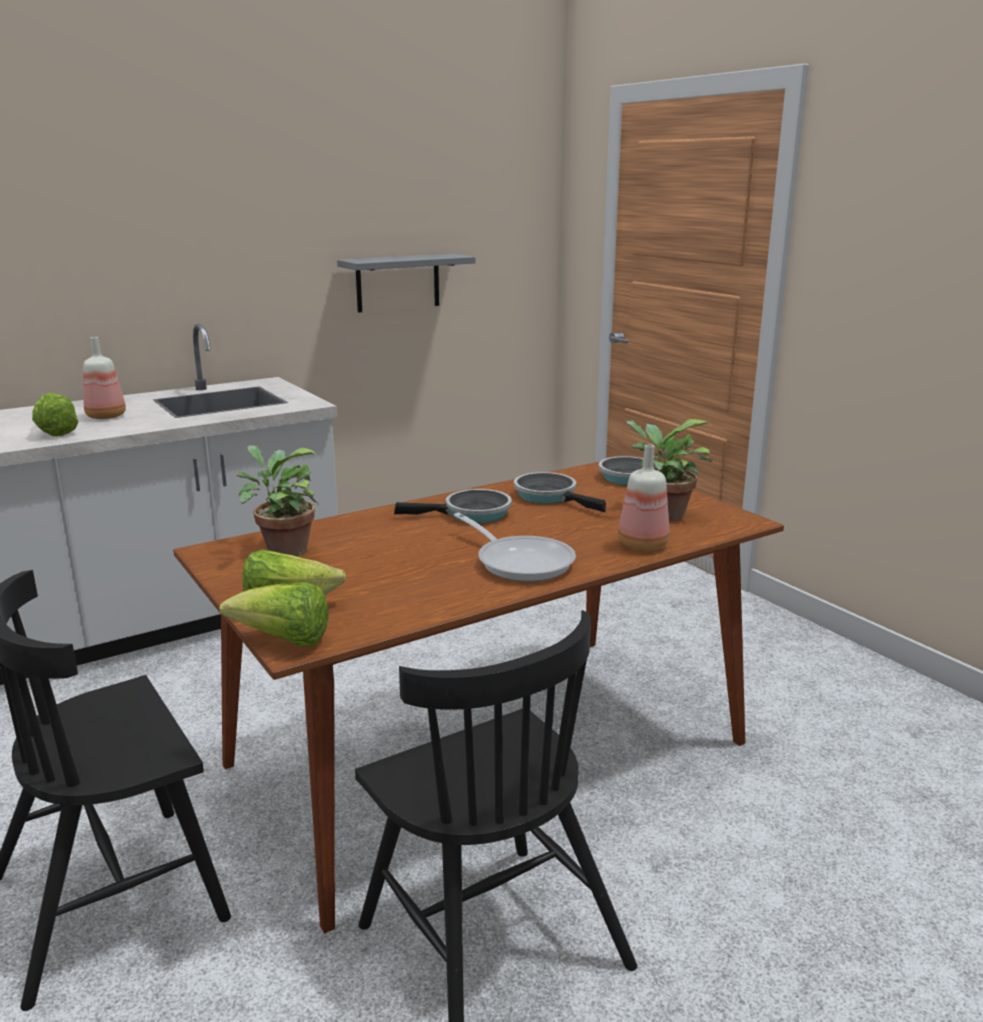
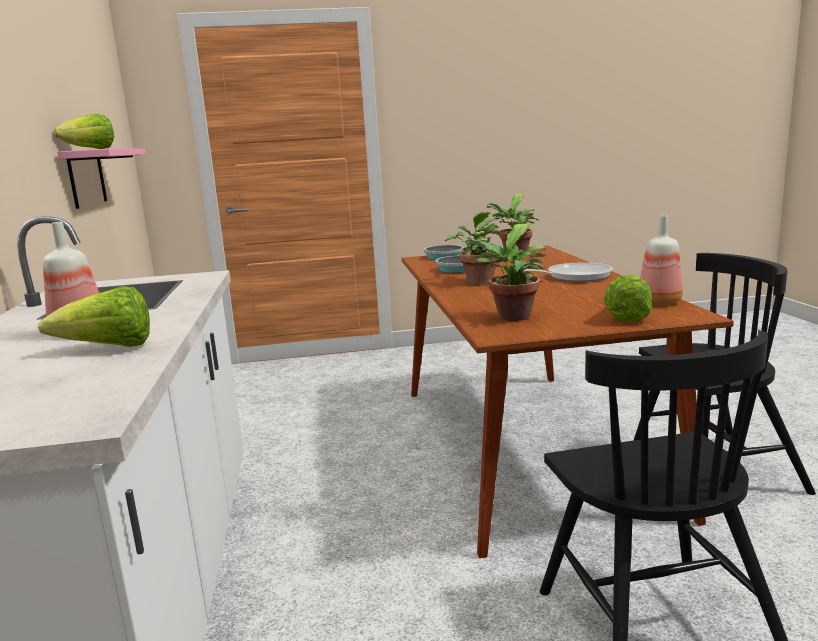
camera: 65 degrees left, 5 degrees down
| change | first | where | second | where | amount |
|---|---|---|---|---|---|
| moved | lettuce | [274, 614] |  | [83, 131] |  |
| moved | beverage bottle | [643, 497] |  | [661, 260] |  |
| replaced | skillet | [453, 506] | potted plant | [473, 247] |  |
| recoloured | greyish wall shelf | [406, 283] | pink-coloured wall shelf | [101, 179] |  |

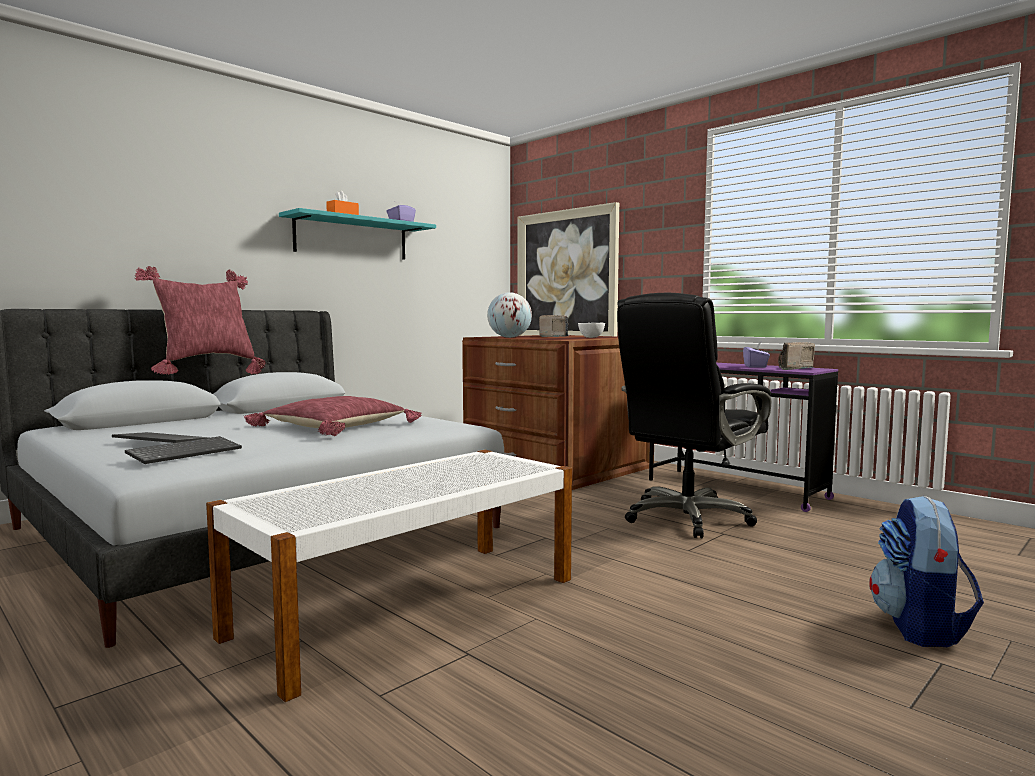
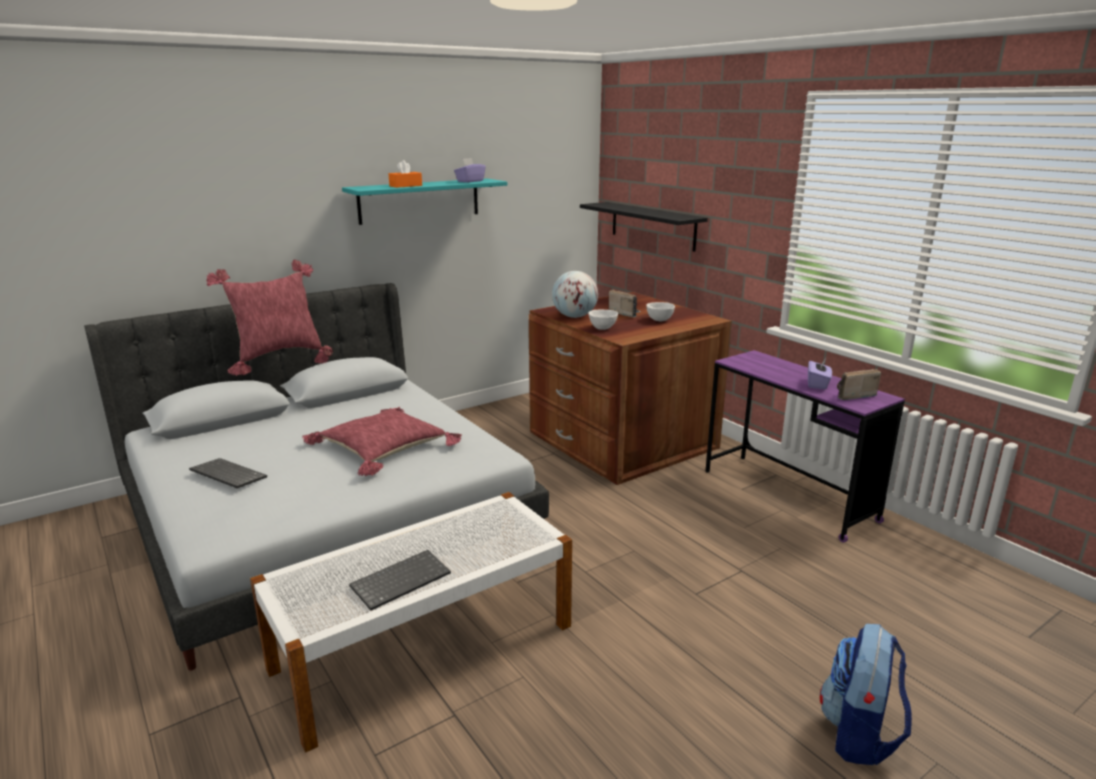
camera: 10 degrees right, 15 degrees up
| change | first | where | second | where | amount |
|---|---|---|---|---|---|
| removed | black-coloured computer chair | [694, 415] |  |  |  |
| added |  |  | white bowl | [603, 320] |  |
| moved | keyboard | [183, 450] |  | [400, 580] |  |
| replaced | picture | [568, 269] | black-coloured wall shelf | [644, 227] |  |

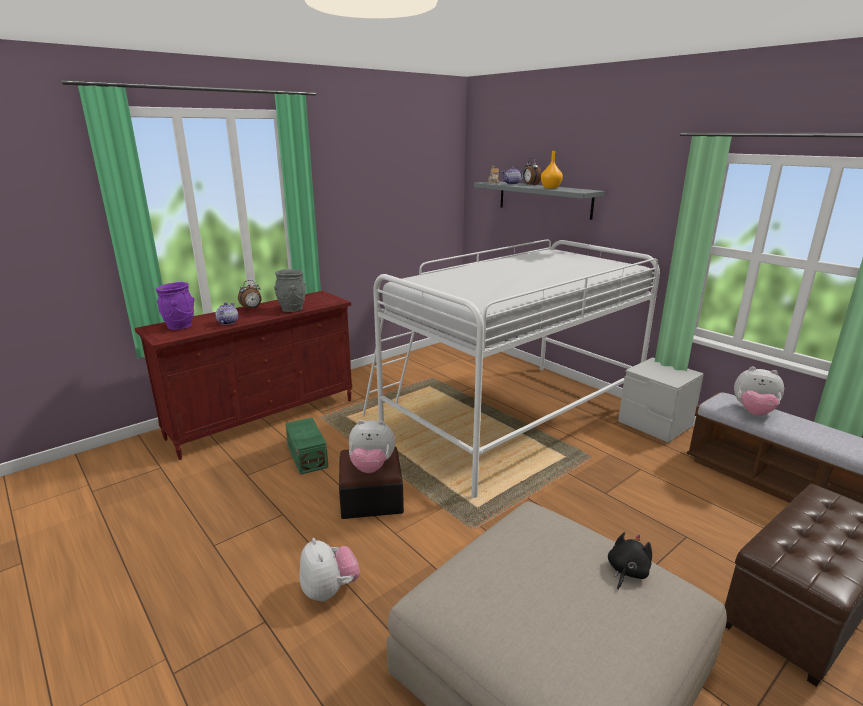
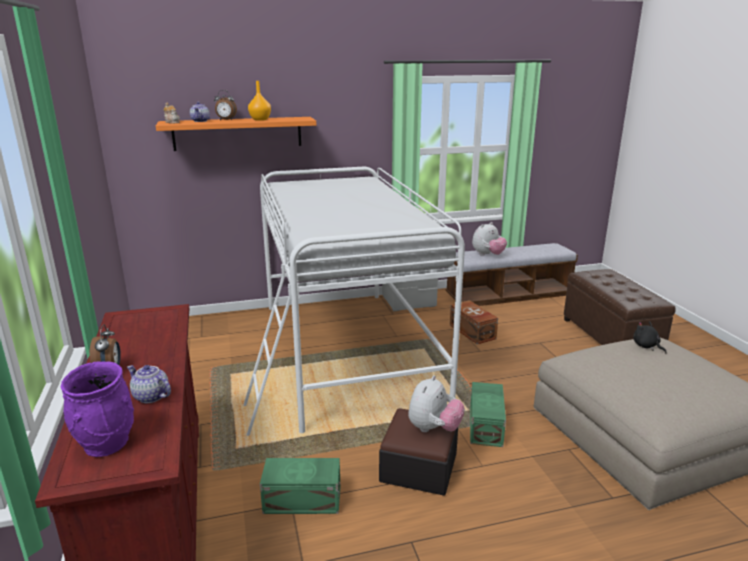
camera: 65 degrees left, 0 degrees up
| change | first | where | second | where | amount |
|---|---|---|---|---|---|
| removed | greyish flower vase | [290, 290] |  |  |  |
| removed | soft toy | [330, 570] |  |  |  |
| added |  |  | brownish storage bin | [474, 322] |  |
| added |  |  | greenish storage bin | [488, 414] |  |
| recoloured | greyish wall shelf | [539, 201] | orangey wall shelf | [236, 134] |  |

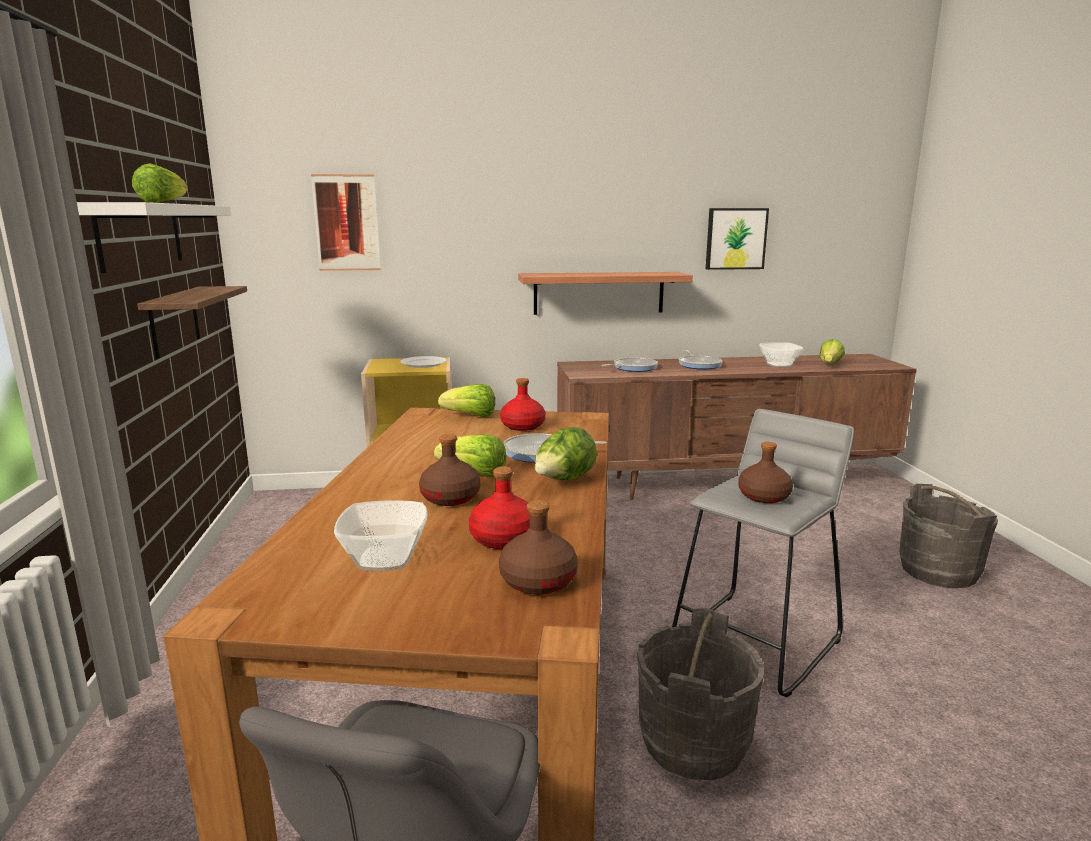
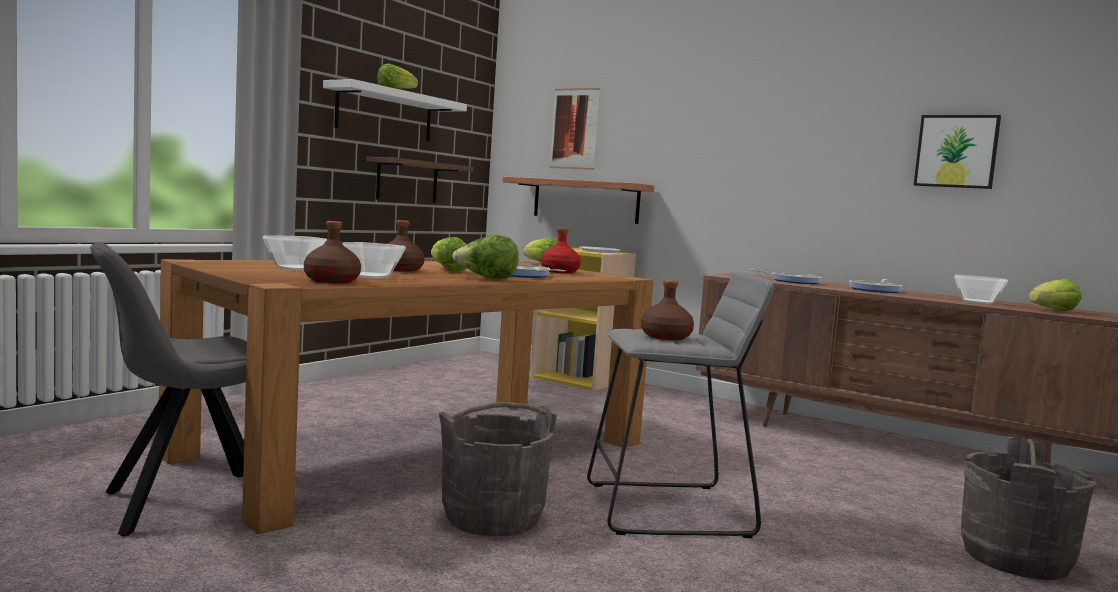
camera: 40 degrees right, 10 degrees down
| change | first | where | second | where | amount |
|---|---|---|---|---|---|
| moved | wall shelf | [605, 293] |  | [578, 200] |  |
| replaced | red-coloured beverage bottle | [499, 507] | bowl | [374, 260] |  |

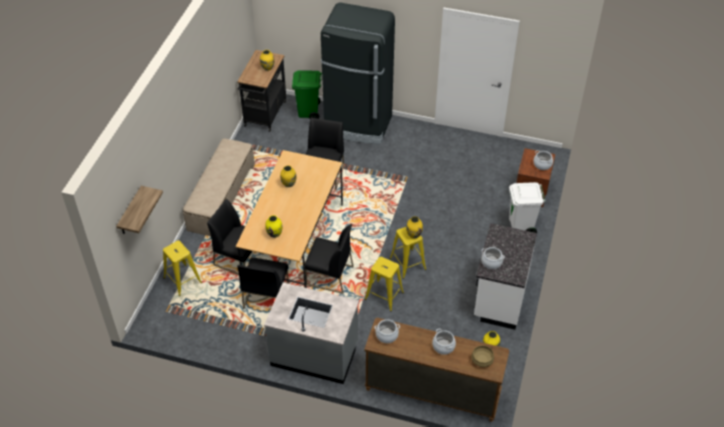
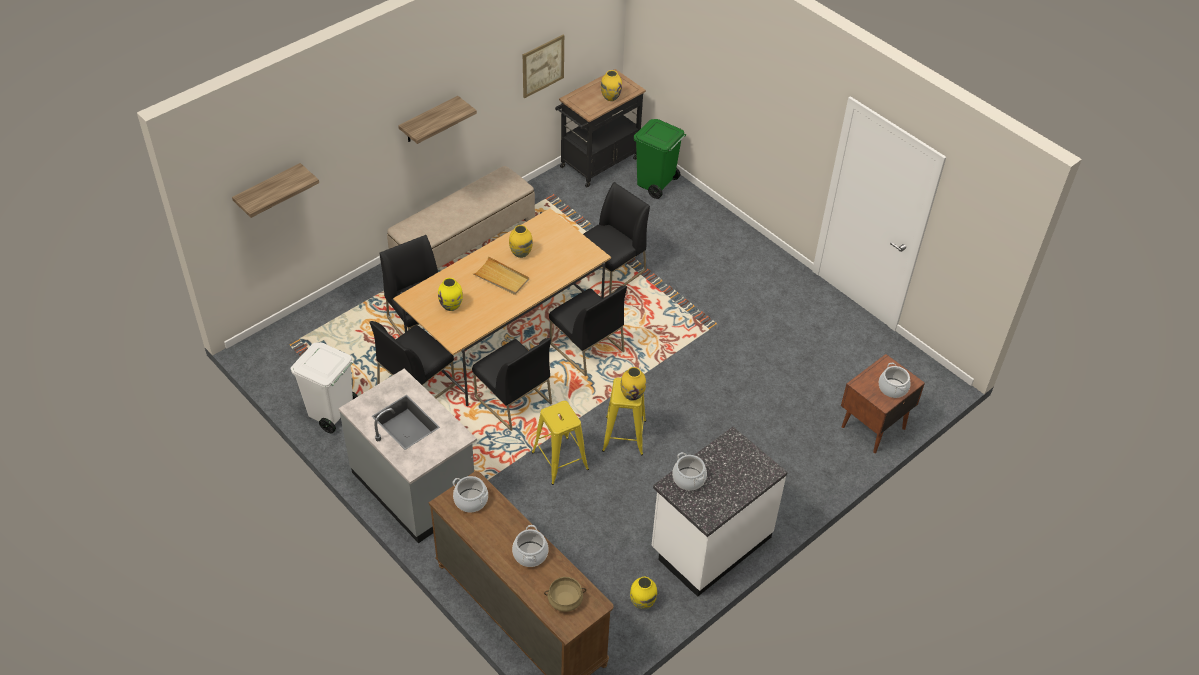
camera: 30 degrees right, 0 degrees up
| change | first | where | second | where | amount |
|---|---|---|---|---|---|
| removed | yellowish stool seat | [182, 268] |  |  |  |
| removed | black-coloured kitchen fridge | [358, 73] |  |  |  |
| added |  |  | wall shelf | [437, 120] |  |
| added |  |  | sand-coloured carrying tray | [500, 275] |  |
| added |  |  | picture | [543, 66] |  |
| added |  |  | black-coloured chair | [588, 331] |  |
| moved | white rubbish bin | [527, 207] |  | [324, 387] |  |

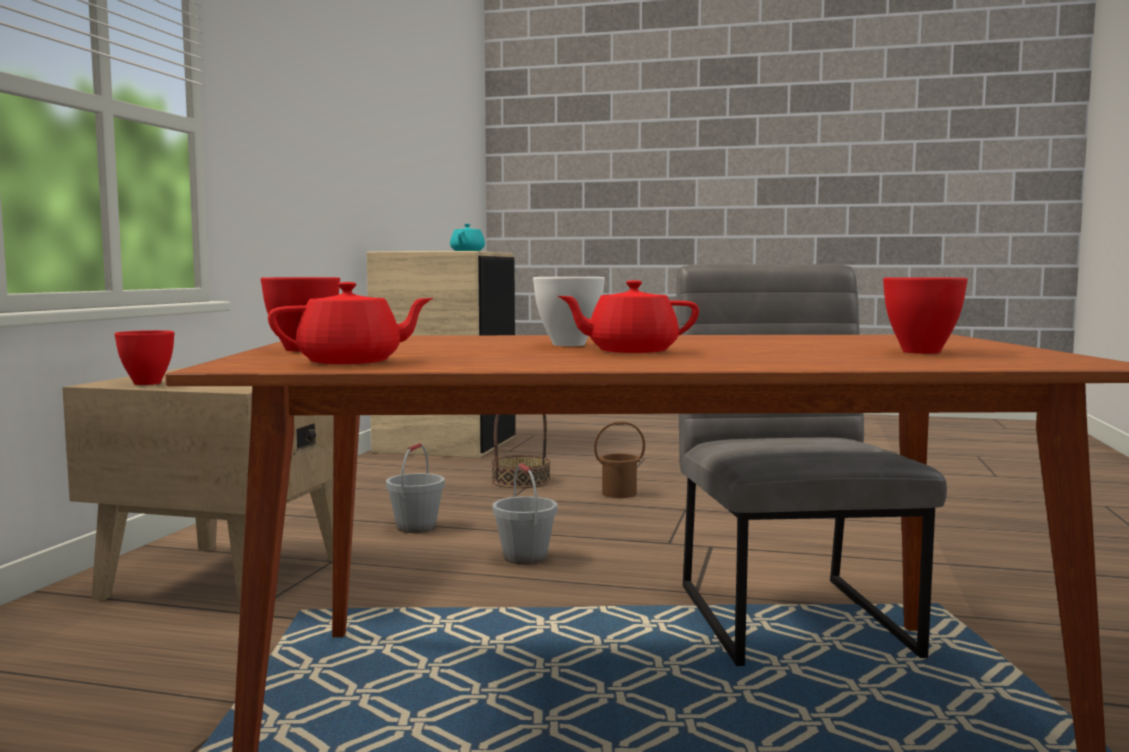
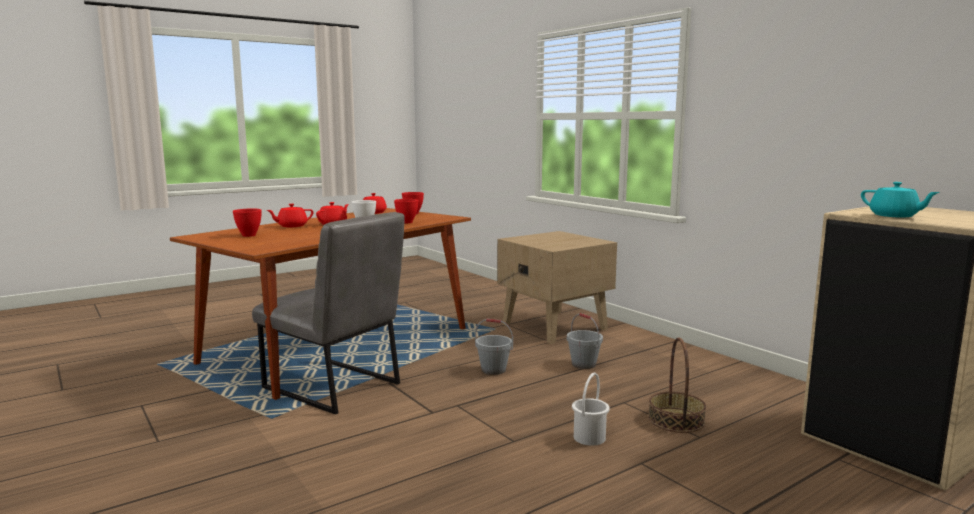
camera: 130 degrees right, 5 degrees up
| change | first | where | second | where | amount |
|---|---|---|---|---|---|
| added |  |  | red-coloured pot for tea | [289, 215] |  |
| moved | red-coloured bowl | [144, 357] |  | [406, 211] |  |
| recoloured | brownish pail | [619, 460] | white pail | [591, 409] |  |

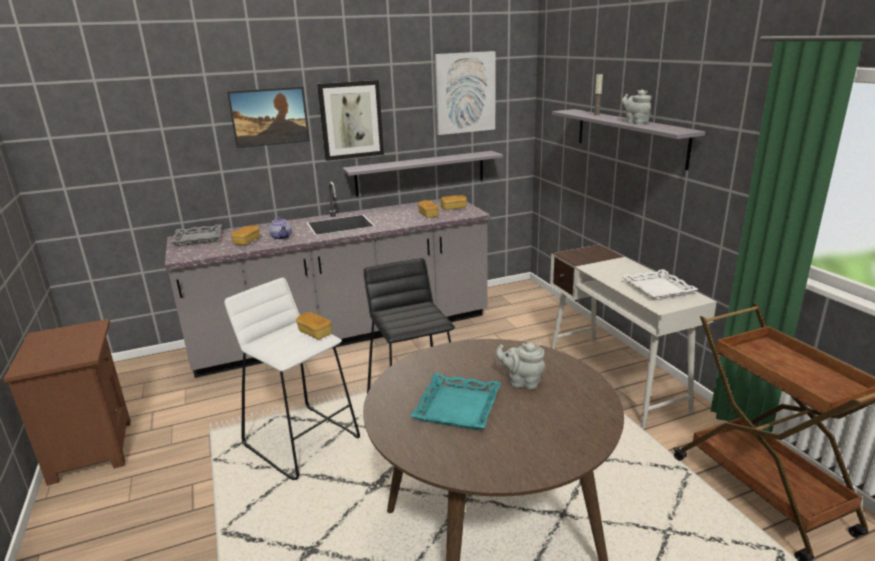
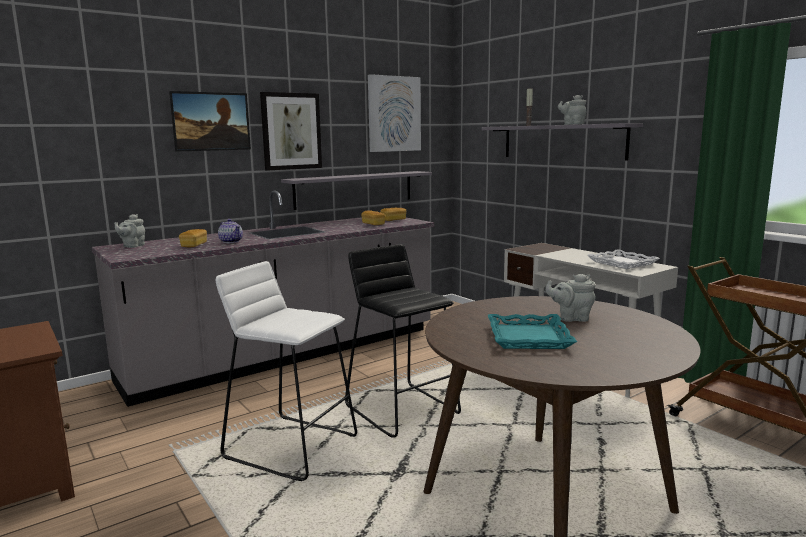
camera: 15 degrees left, 10 degrees down
| change | first | where | second | where | amount |
|---|---|---|---|---|---|
| removed | bakery bread | [314, 325] |  |  |  |
| replaced | greyish carrying tray | [196, 235] | greyish pot for tea | [129, 231] |  |

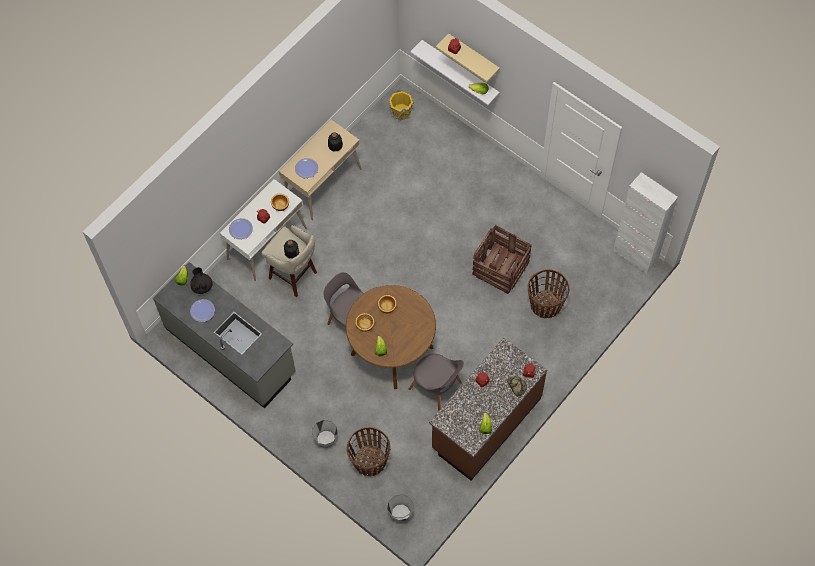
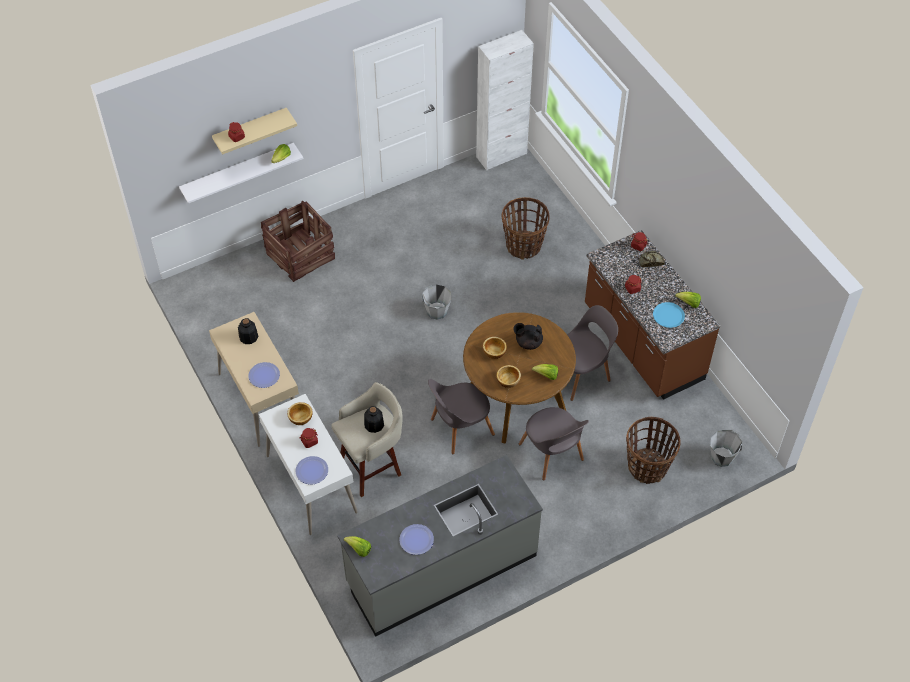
camera: 70 degrees left, 10 degrees down
| change | first | where | second | where | amount |
|---|---|---|---|---|---|
| removed | yellowish pail | [401, 105] |  |  |  |
| added |  |  | greyish chair | [554, 443] |  |
| added |  |  | blue-coloured dinner plate | [669, 315] |  |
| moved | black-coloured pot for tea | [201, 280] |  | [528, 336] |  |
| moved | greyish pail | [325, 434] |  | [436, 302] |  |
| moved | crate | [502, 259] |  | [298, 241] |  |

